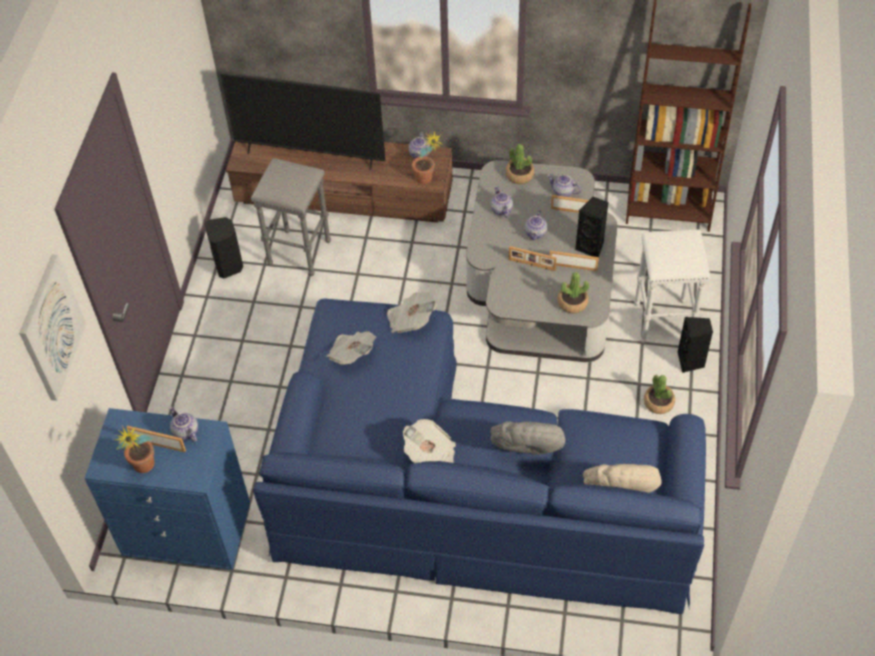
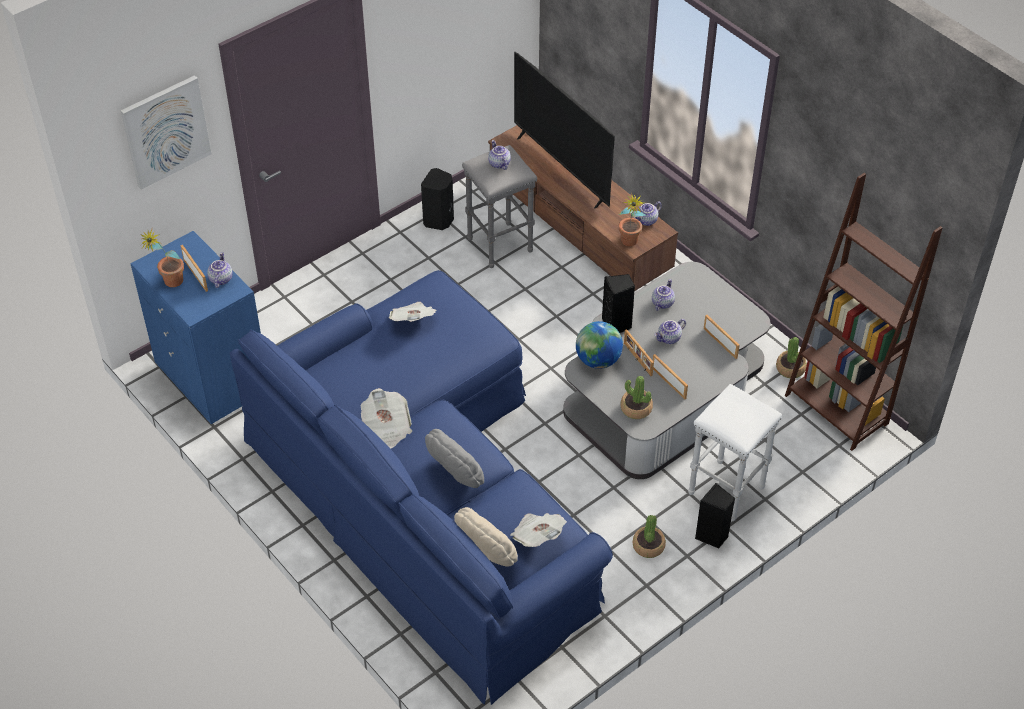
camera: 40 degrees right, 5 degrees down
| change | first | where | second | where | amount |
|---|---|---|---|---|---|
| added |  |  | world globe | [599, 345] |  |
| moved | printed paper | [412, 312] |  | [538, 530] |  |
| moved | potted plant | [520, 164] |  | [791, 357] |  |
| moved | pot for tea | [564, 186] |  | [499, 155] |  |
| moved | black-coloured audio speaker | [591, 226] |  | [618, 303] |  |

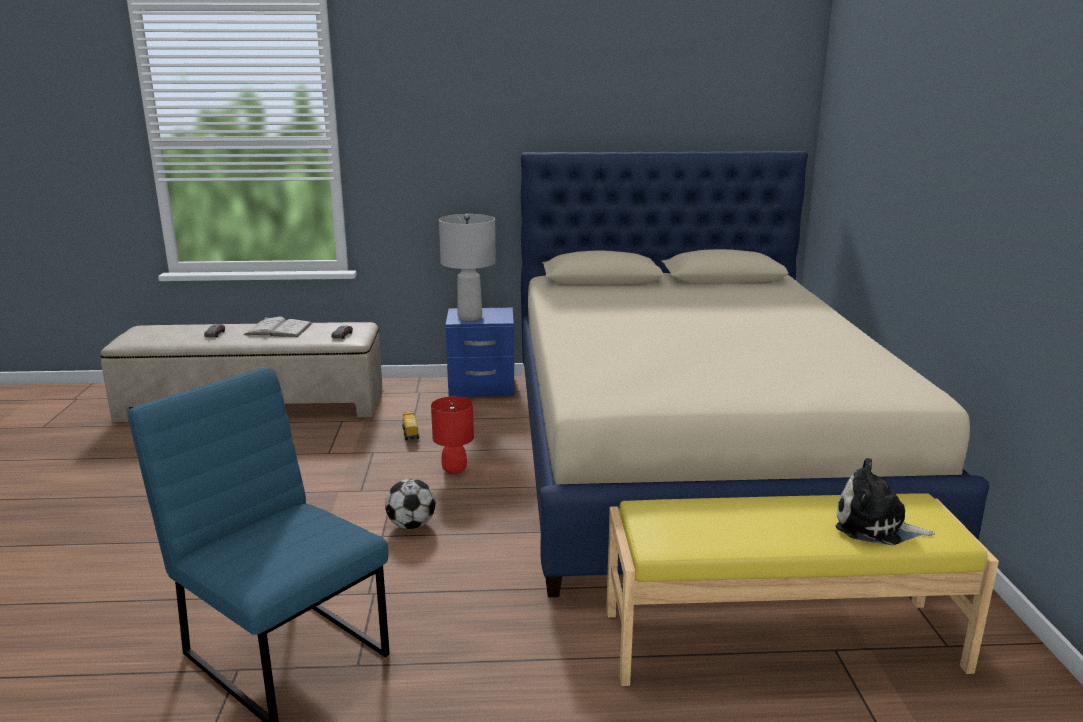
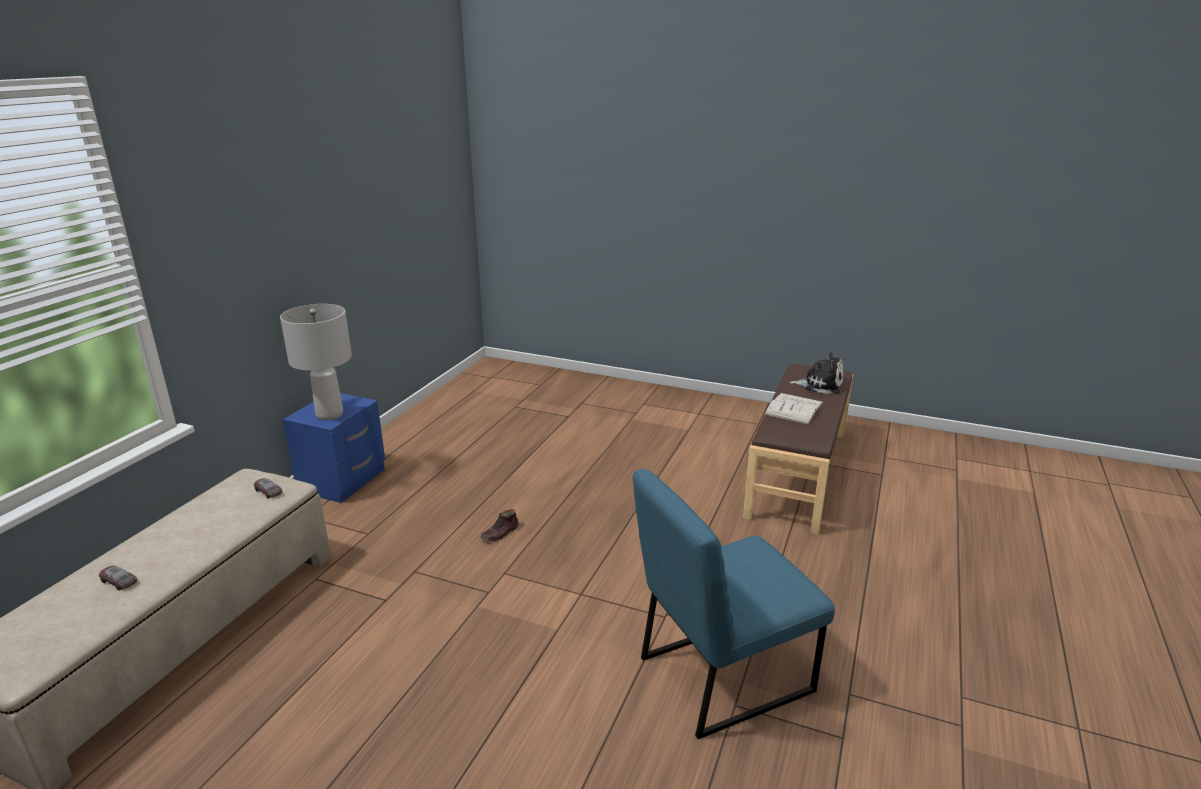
camera: 65 degrees left, 5 degrees up
| change | first | where | second | where | amount |
|---|---|---|---|---|---|
| removed | football ball | [410, 504] |  |  |  |
| removed | toy lorry | [410, 425] |  |  |  |
| removed | sand-coloured bedroom bed | [755, 374] |  |  |  |
| moved | white bound book | [278, 327] |  | [794, 409] |  |
| replaced | red-coloured tabletop lamp | [452, 435] | brownish item of footwear | [499, 525] |  |
| recoloured | yellowish bench | [802, 589] | brownish bench | [798, 449] |  |
| turned | soft toy | [885, 501] |  | [816, 373] | 120 degrees counterclockwise |

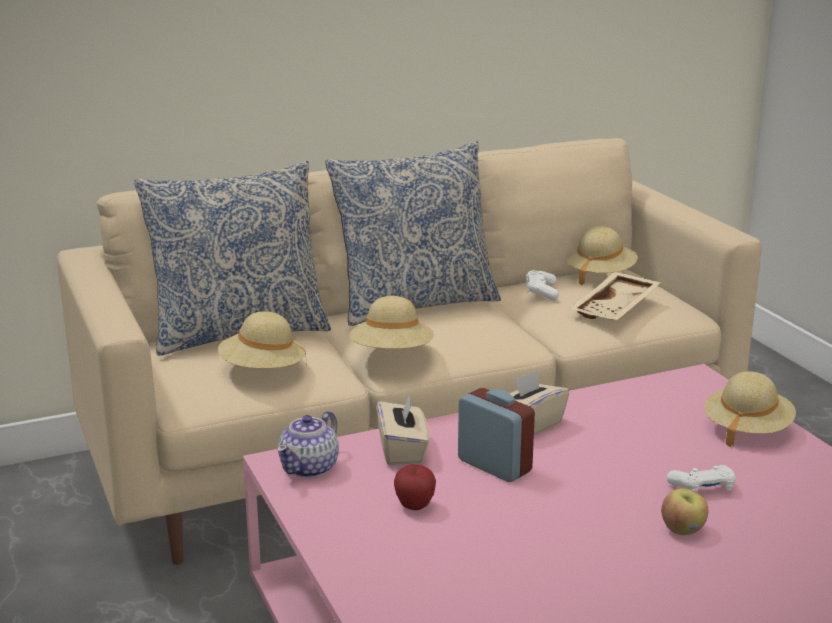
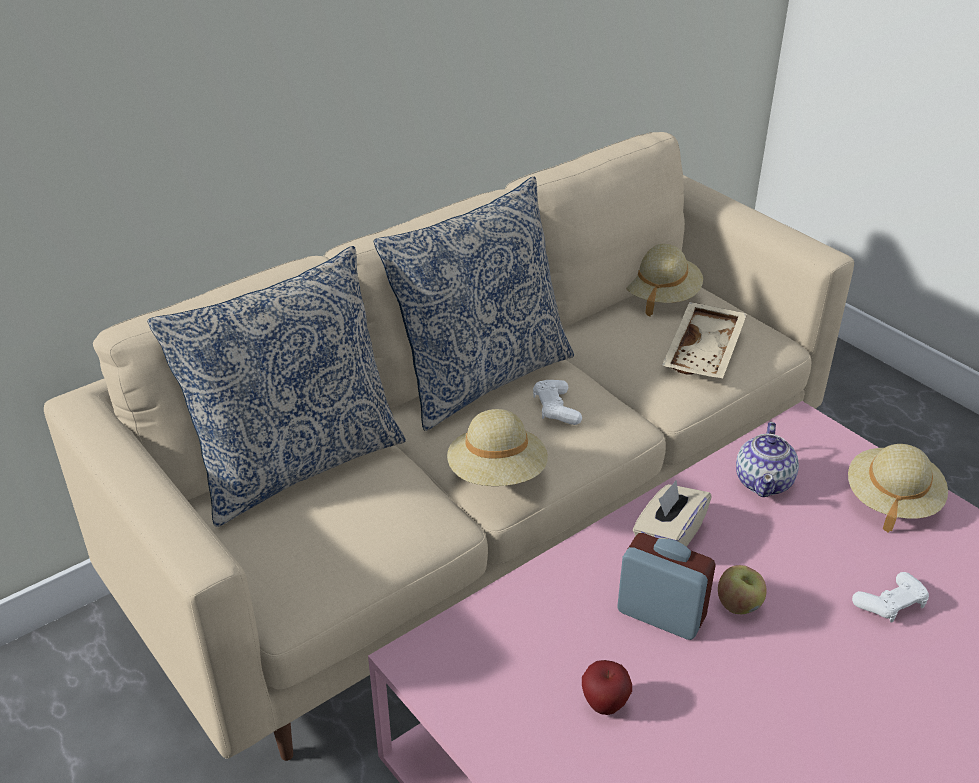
camera: 15 degrees left, 15 degrees up
| change | first | where | second | where | amount |
|---|---|---|---|---|---|
| removed | sand-coloured hat | [262, 339] |  |  |  |
| removed | sand-coloured tissue holder | [403, 429] |  |  |  |
| moved | pot for tea | [308, 444] |  | [767, 459] |  |
| moved | white gamepad | [542, 285] |  | [557, 402] |  |
| moved | apple fruit | [684, 511] |  | [742, 589] |  |

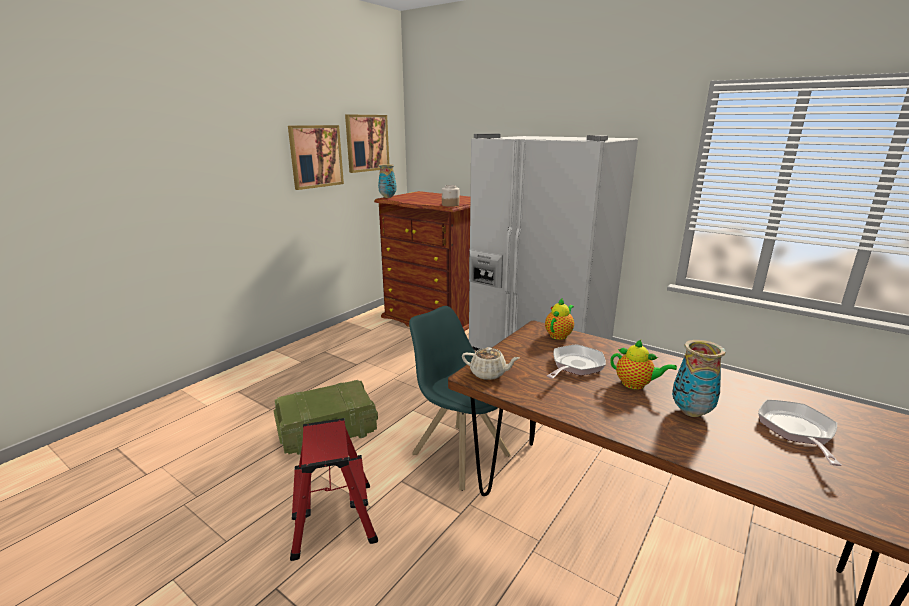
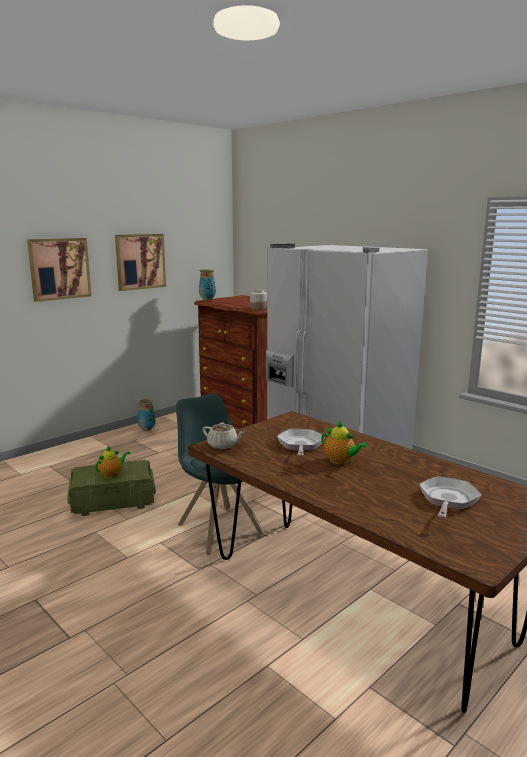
camera: 10 degrees right, 5 degrees down
| change | first | where | second | where | amount |
|---|---|---|---|---|---|
| removed | red-coloured stepladder | [334, 489] |  |  |  |
| moved | picture | [367, 143] |  | [59, 270] |  |
| moved | pot for tea | [559, 319] |  | [112, 462] |  |
| moved | flower vase | [699, 378] |  | [147, 414] |  |
| turned | skillet | [576, 361] |  | [301, 442] | 45 degrees counterclockwise |

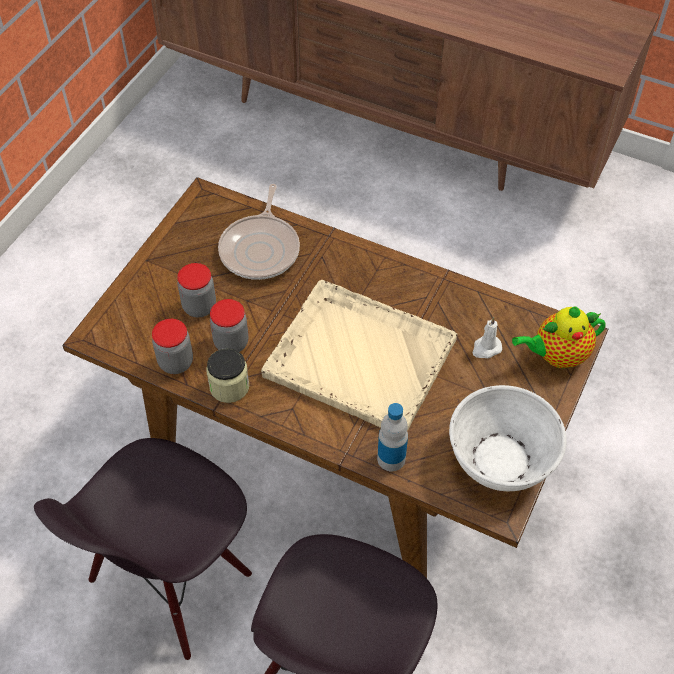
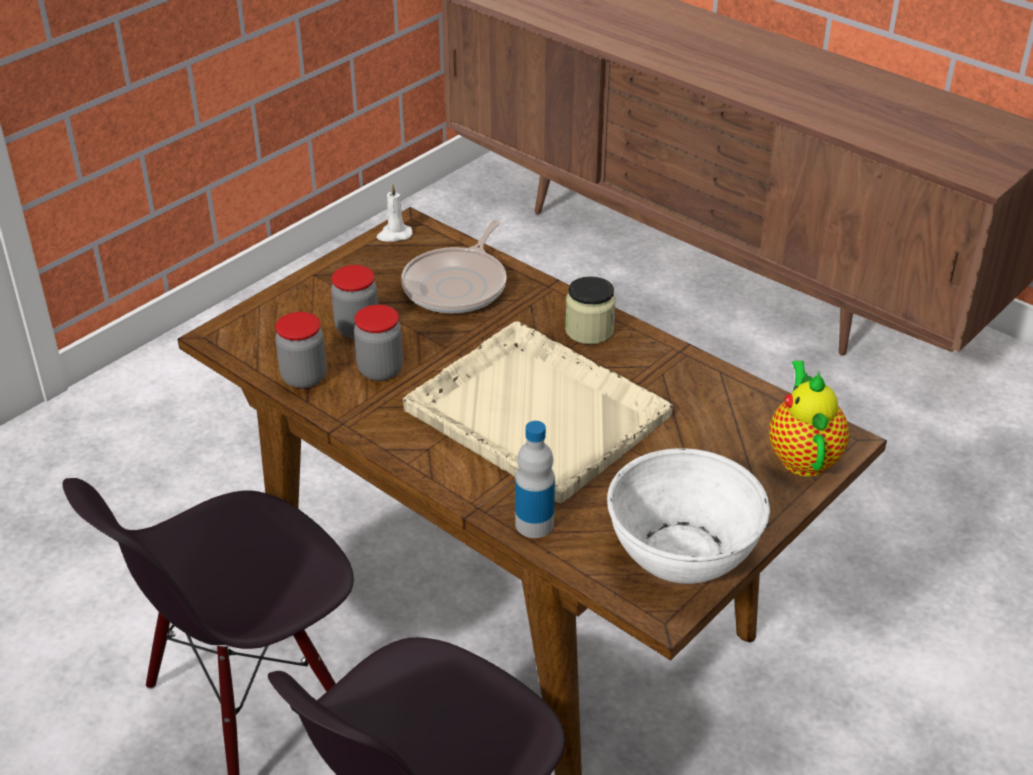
camera: 15 degrees right, 15 degrees down
| change | first | where | second | where | amount |
|---|---|---|---|---|---|
| moved | storage jar | [227, 375] |  | [590, 310] |  |
| moved | white wax candle | [487, 337] |  | [394, 212] |  |
| turned | pot for tea | [558, 337] |  | [809, 419] | 90 degrees clockwise |

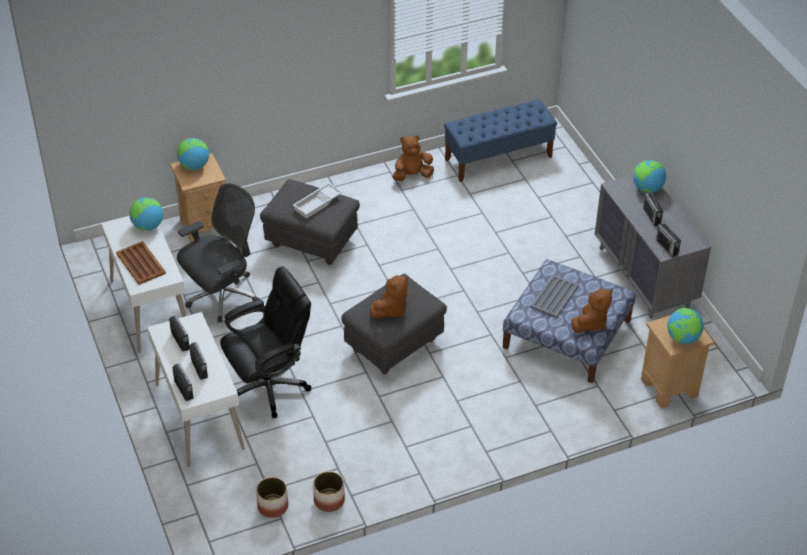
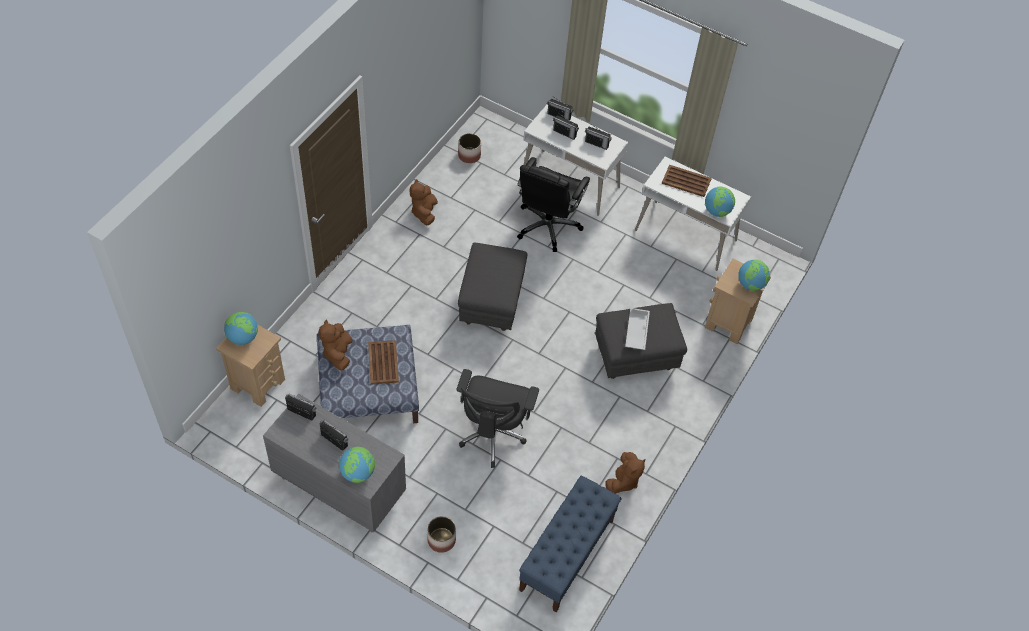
camera: 140 degrees right, 10 degrees up
| change | first | where | second | where | amount |
|---|---|---|---|---|---|
| moved | computer chair | [218, 253] |  | [497, 418] |  |
| moved | plant pot | [329, 491] |  | [441, 534] |  |
| moved | brownish soft toy | [389, 297] |  | [424, 202] |  |
| recoloured | greyish carrying tray | [554, 296] | brownish carrying tray | [383, 362] |  |

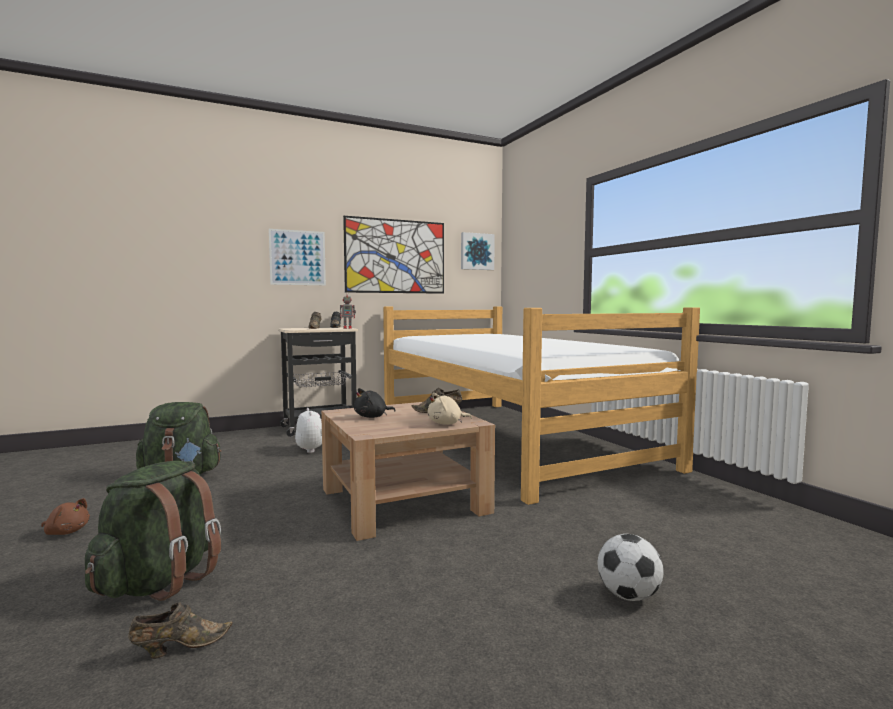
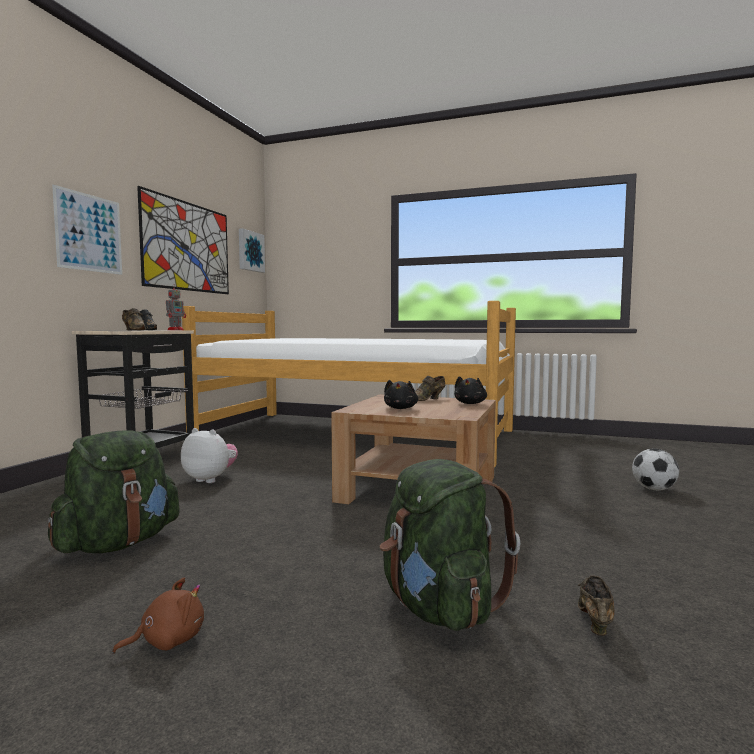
camera: 45 degrees left, 0 degrees up
| change | first | where | second | where | amount |
|---|---|---|---|---|---|
| recoloured | sand-coloured soft toy | [450, 409] | black-coloured soft toy | [470, 390] |  |

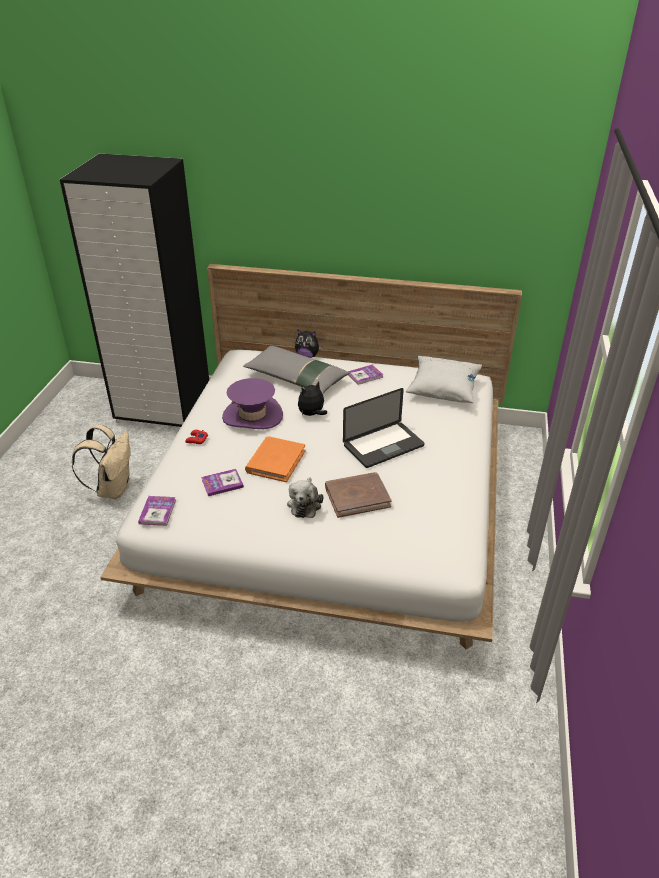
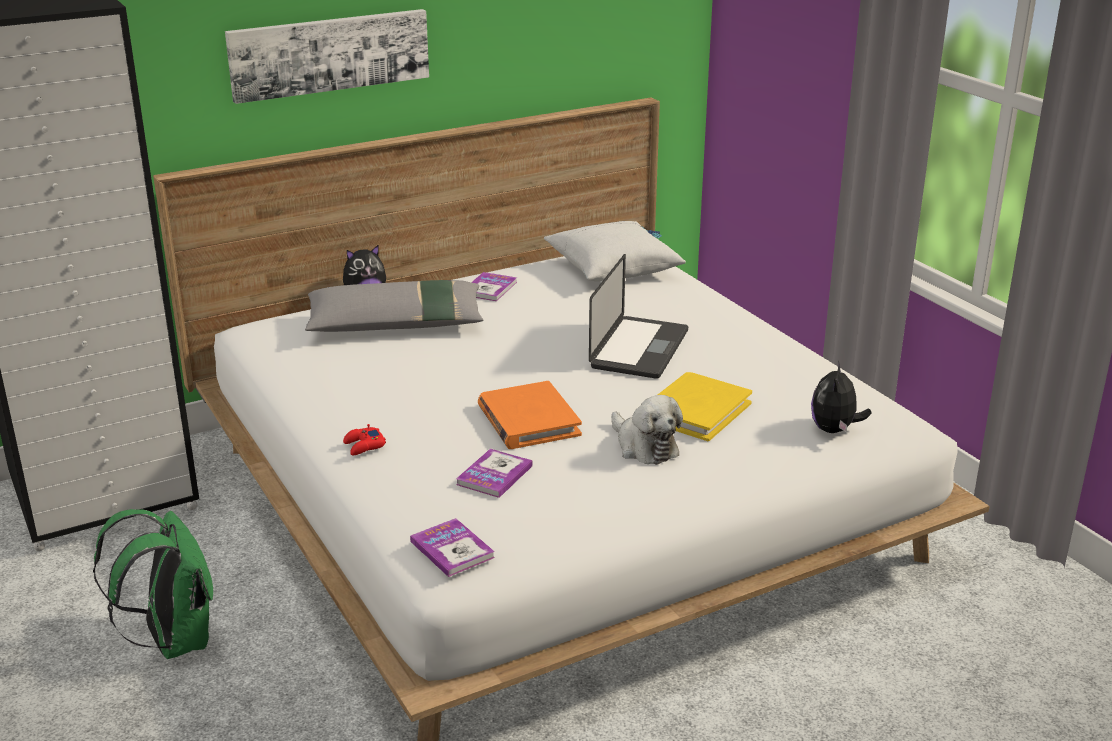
camera: 40 degrees left, 10 degrees down
| change | first | where | second | where | amount |
|---|---|---|---|---|---|
| removed | purple-coloured hat | [252, 403] |  |  |  |
| added |  |  | picture | [327, 56] |  |
| moved | soft toy | [312, 398] |  | [841, 397] |  |
| recoloured | sand-coloured backpack | [101, 461] | greenish backpack | [153, 584] |  |
| recoloured | brownish bound book | [358, 495] | yellowish bound book | [705, 406] |  |

